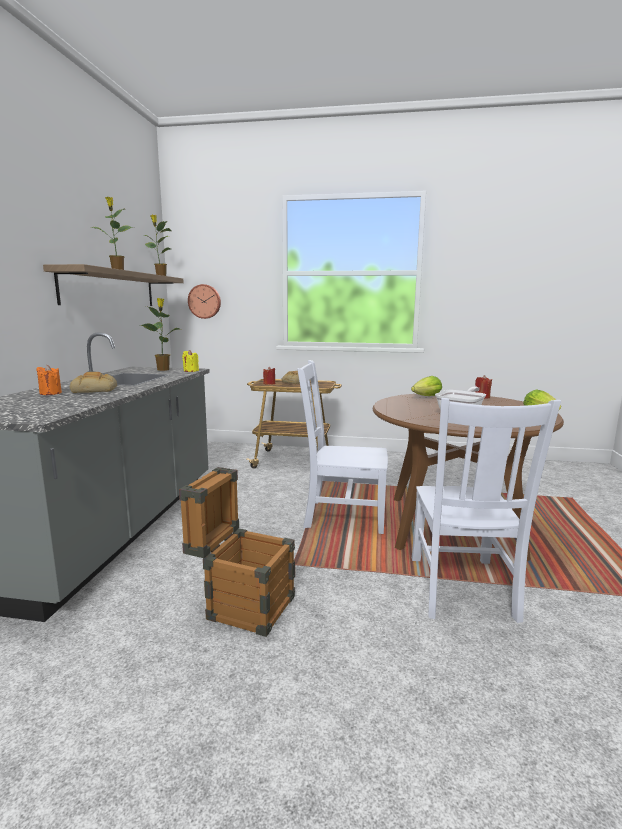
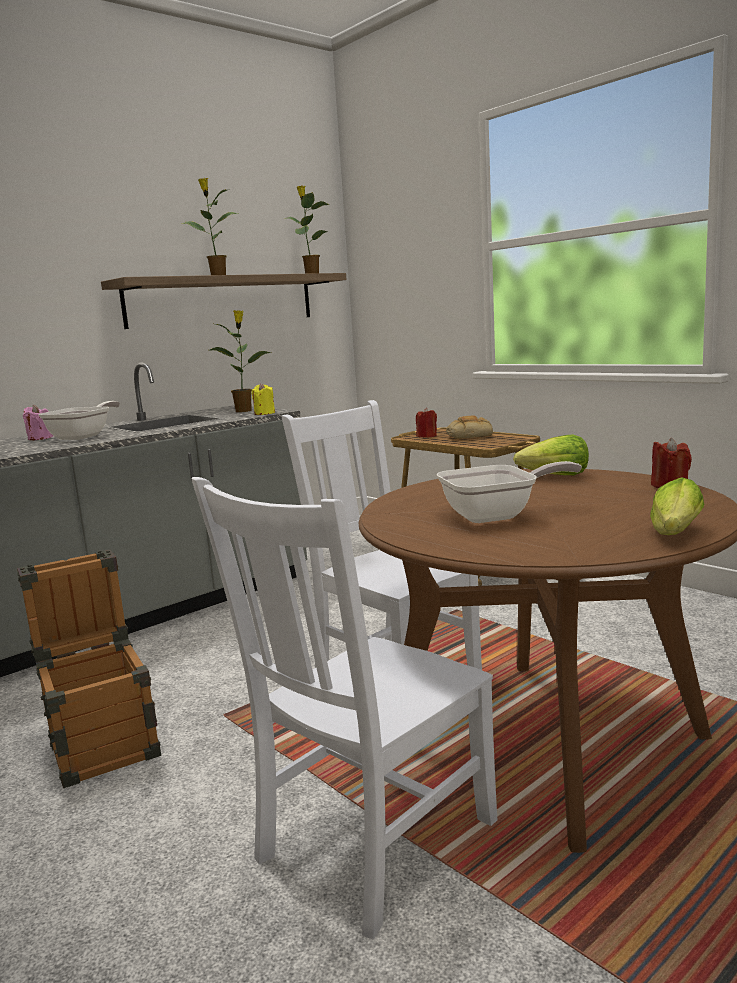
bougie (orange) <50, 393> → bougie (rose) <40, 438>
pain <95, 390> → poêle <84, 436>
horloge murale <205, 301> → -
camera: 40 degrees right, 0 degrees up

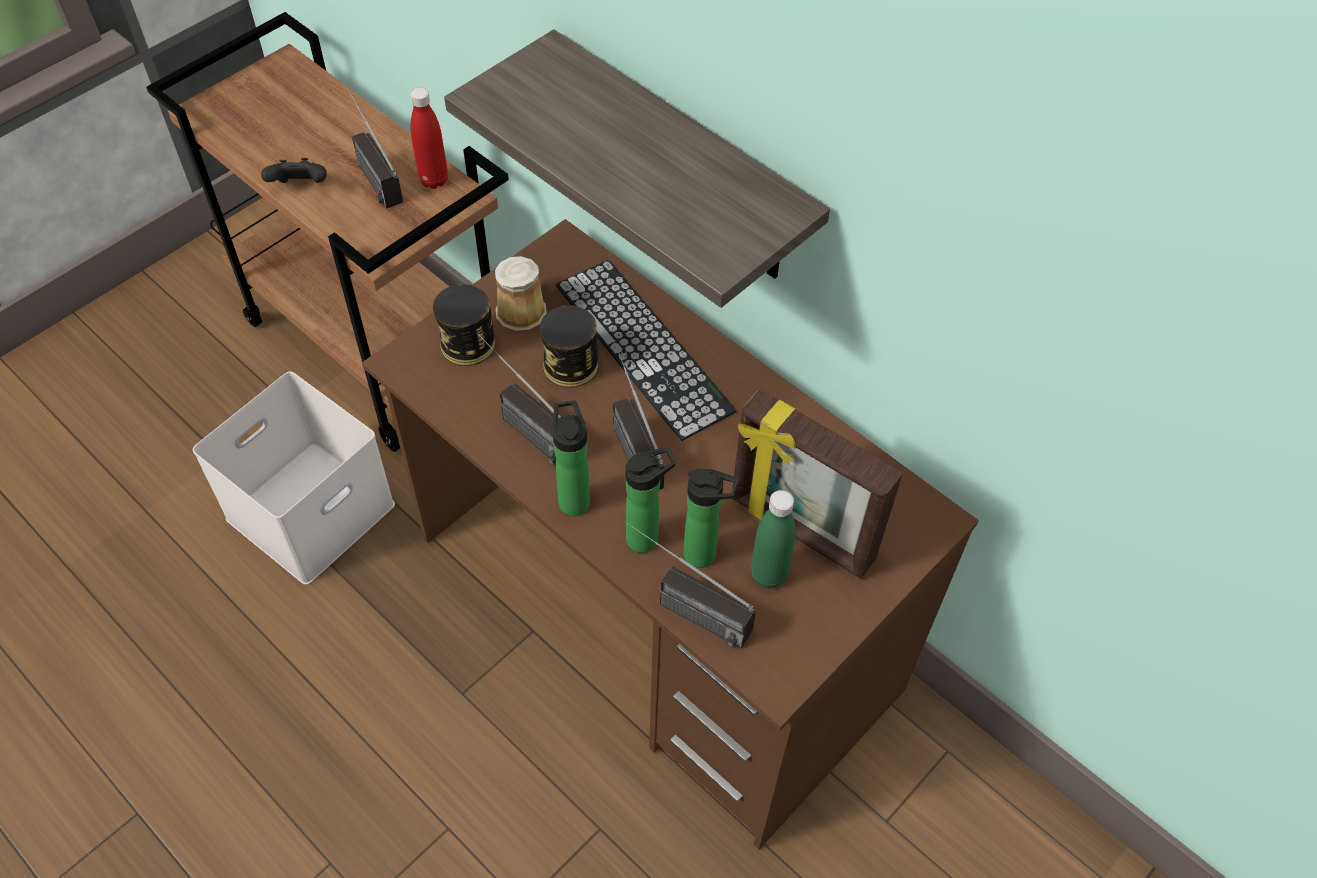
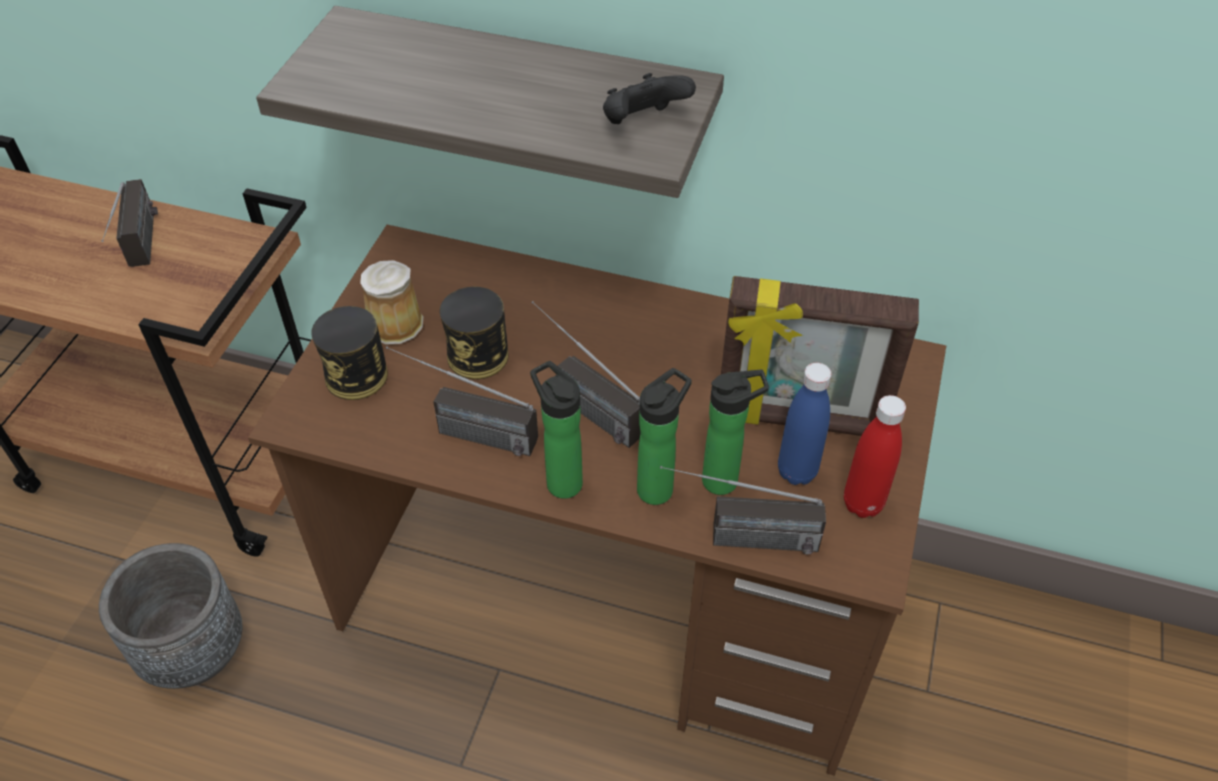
boîte de rangement (blanc) <311, 508> → cache-pot (gris) <194, 651>
radio <370, 172> → radio <143, 253>, 135 degrees counterclockwise
manette (noir) <301, 187> → manette (noir) <643, 123>, shifted
bouteille (vert) <768, 574> → bouteille (bleu) <797, 471>
bouteille (rouge) <434, 180> → bouteille (rouge) <862, 503>, shifted
clavier <643, 347> → -
camera: 25 degrees left, 5 degrees down

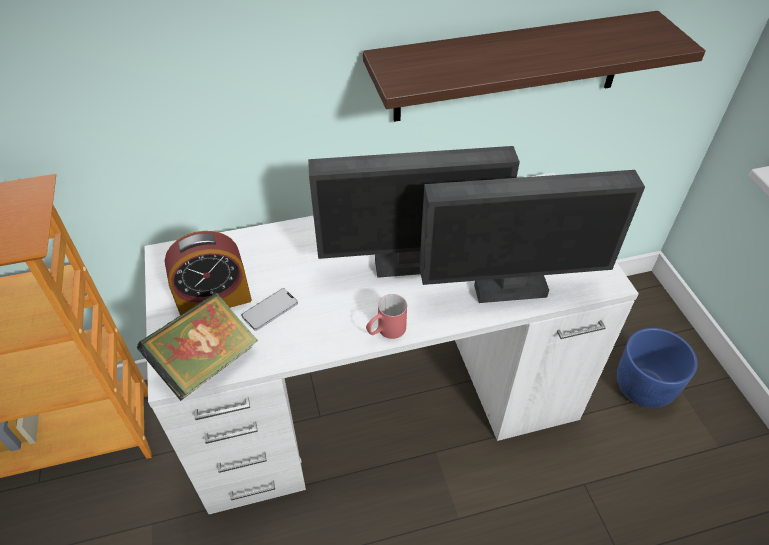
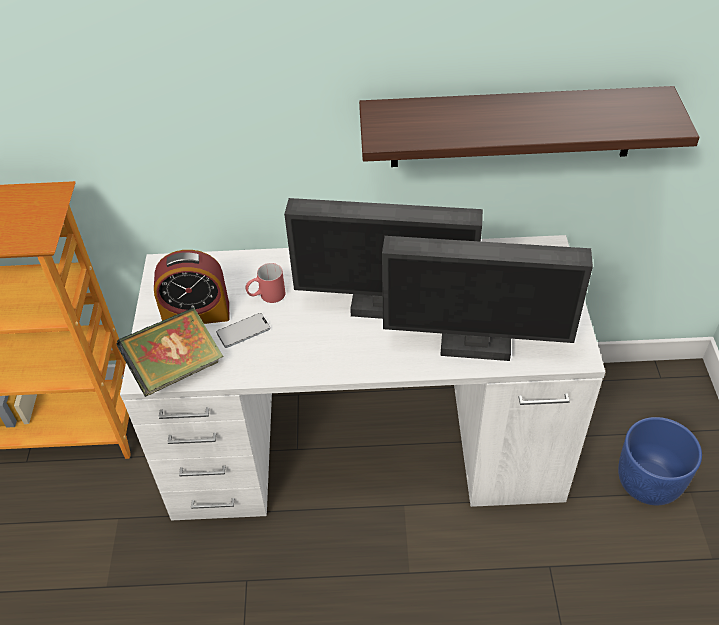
mug (rouge) <385, 331> → mug (rouge) <266, 296>, shifted
camera: 15 degrees right, 0 degrees up

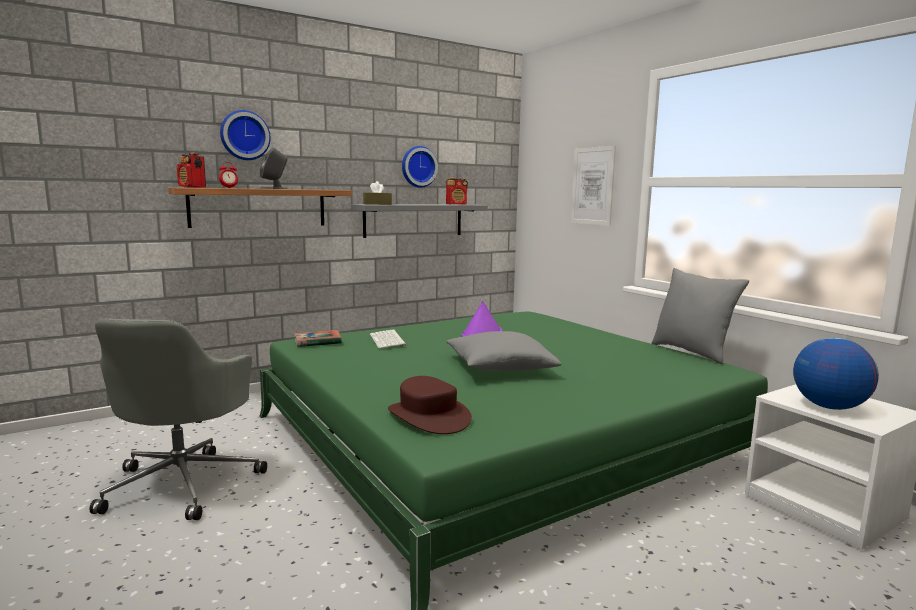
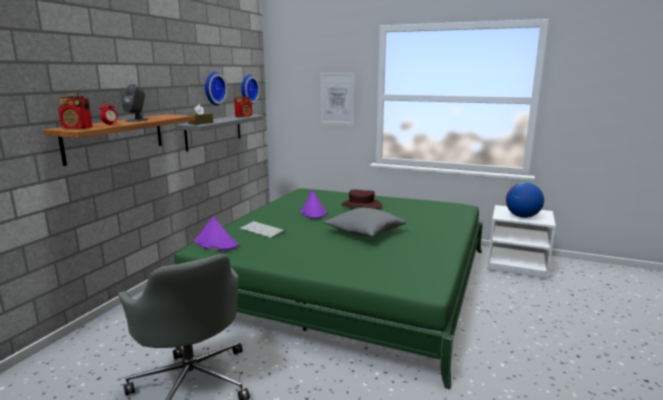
livre <317, 342> → chapeau (violet) <215, 243>
horloge murale <244, 135> → horloge murale <248, 89>, shifted
chapeau (marron) <428, 416> → chapeau (marron) <361, 205>, shifted
coussin (gris) <692, 352> → -
camera: 35 degrees left, 5 degrees up

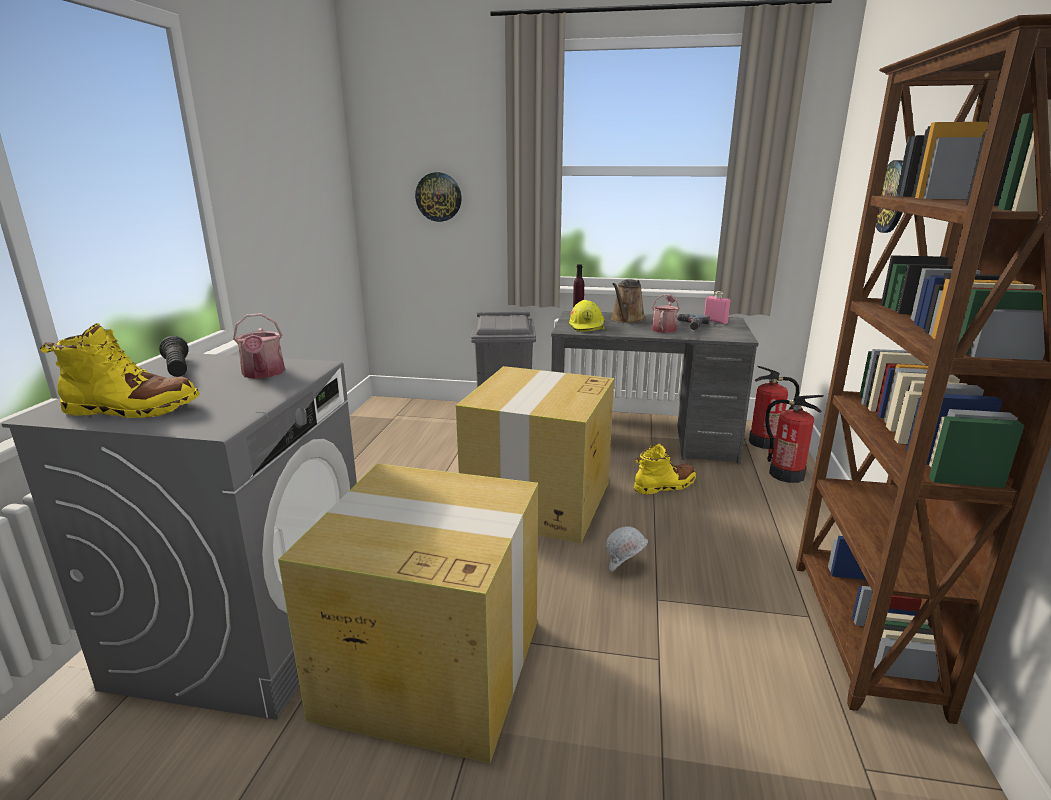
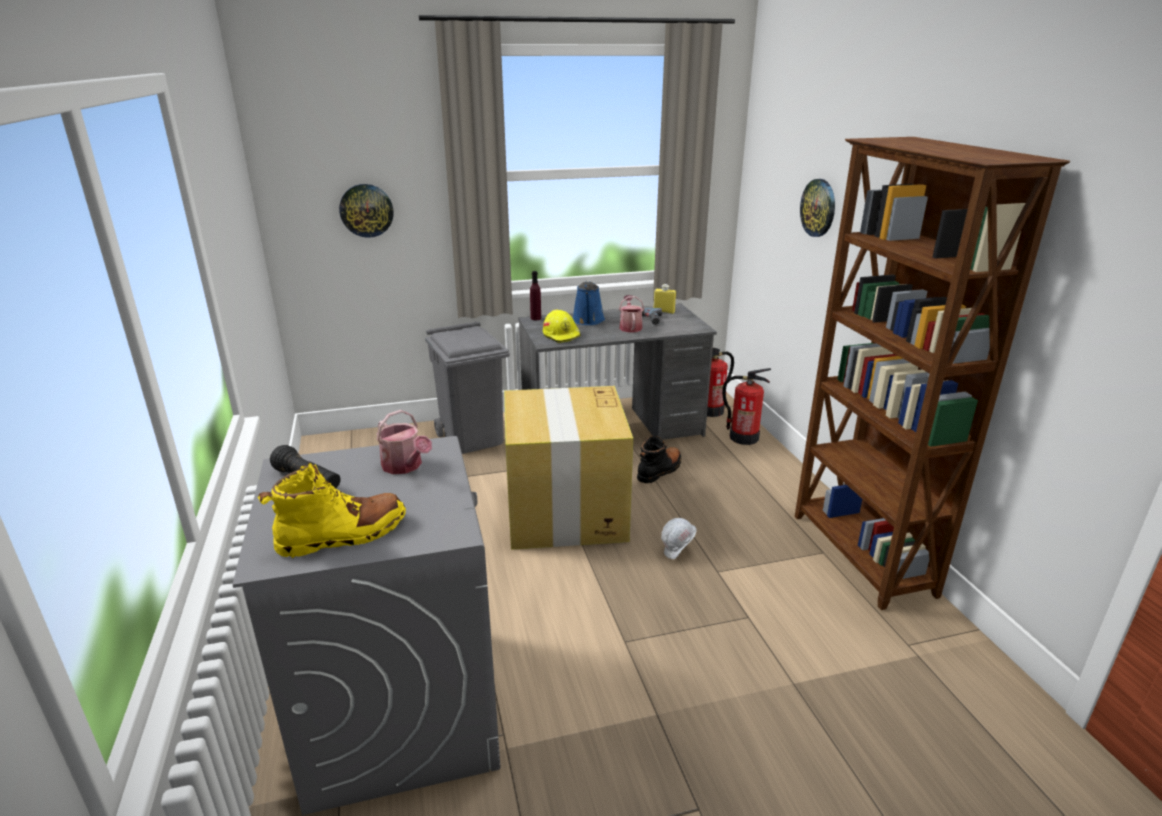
arrosoir (marron) <626, 320> → arrosoir (bleu) <588, 321>
botte (jaune) <665, 485> → botte (noir) <659, 470>
bouteille (rose) <715, 321> → bouteille (jaune) <664, 311>
carton <429, 667> → -
camera: 25 degrees left, 5 degrees up

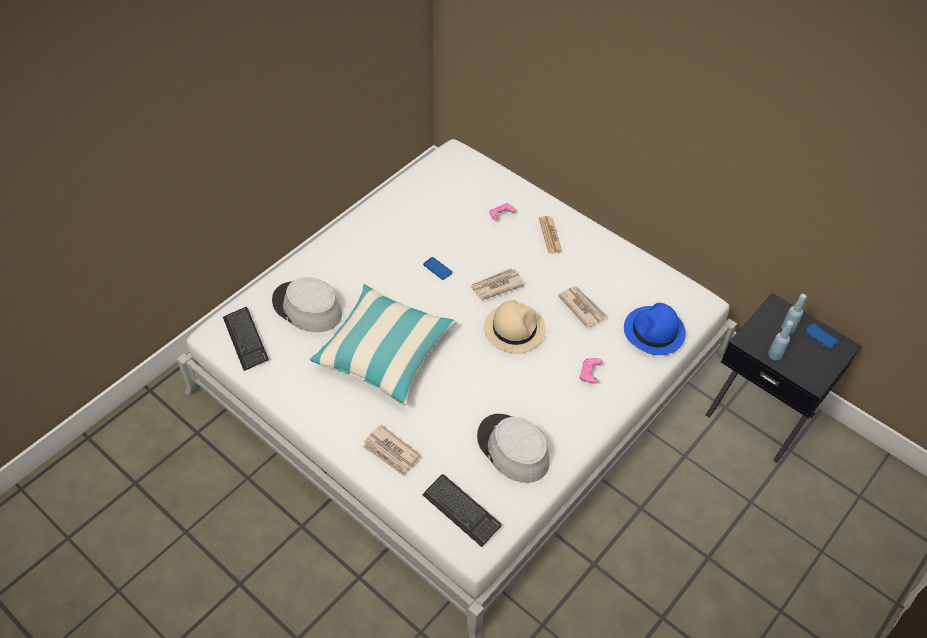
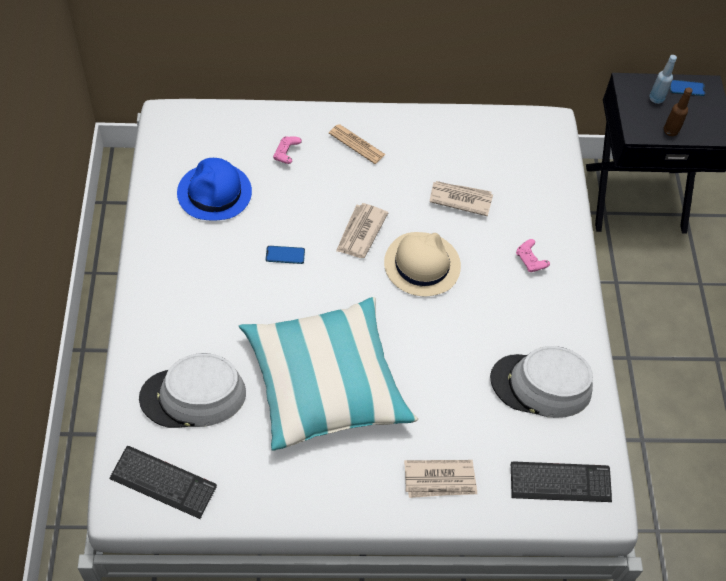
chapeau (bleu) <654, 331> → chapeau (bleu) <215, 193>, shifted
bouteille (bleu) <774, 355> → bouteille (marron) <670, 131>
camera: 45 degrees left, 5 degrees up

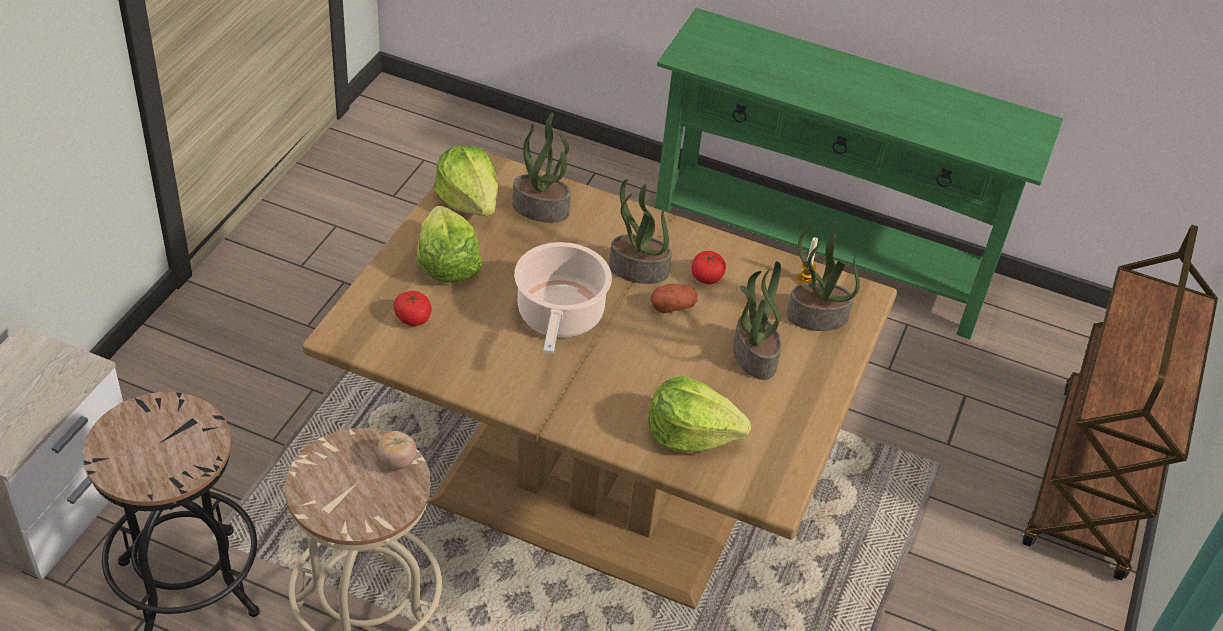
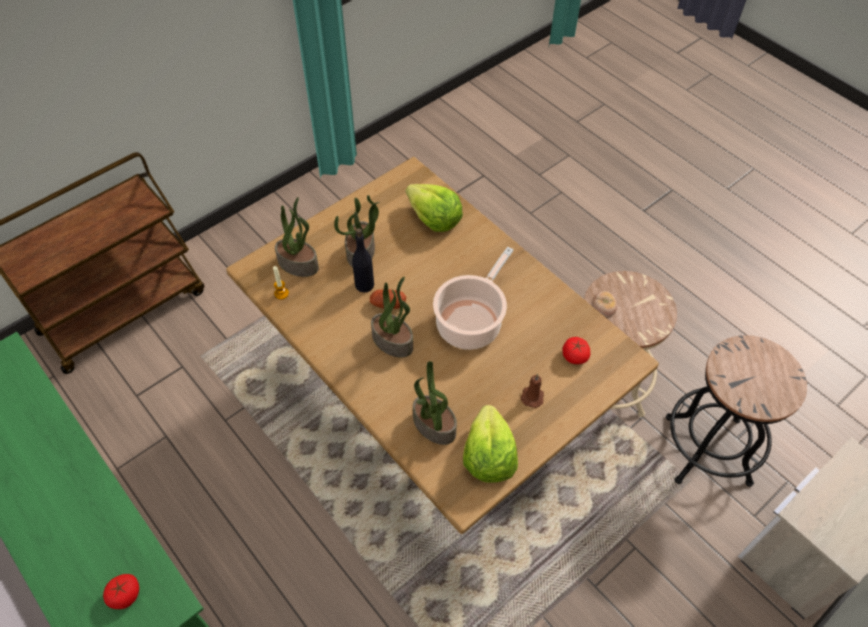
tomate <706, 277> → tomate <125, 595>, shifted
- → bouteille (noir) <364, 284>
laitue <447, 264> → bougie (marron) <532, 396>
camera: 150 degrees left, 10 degrees up

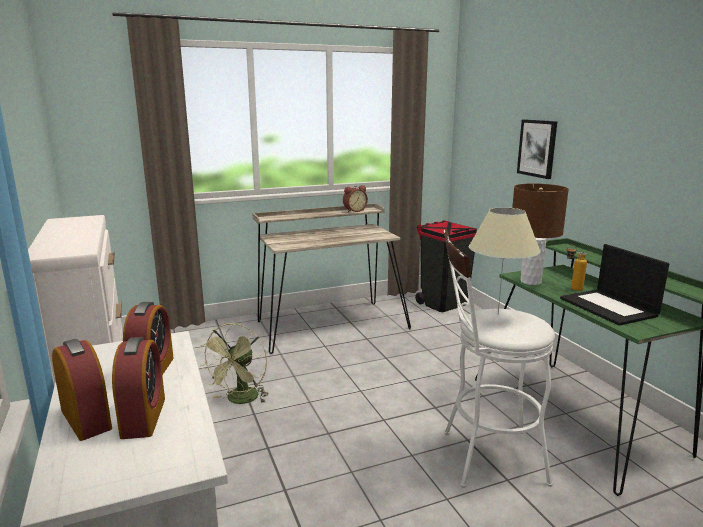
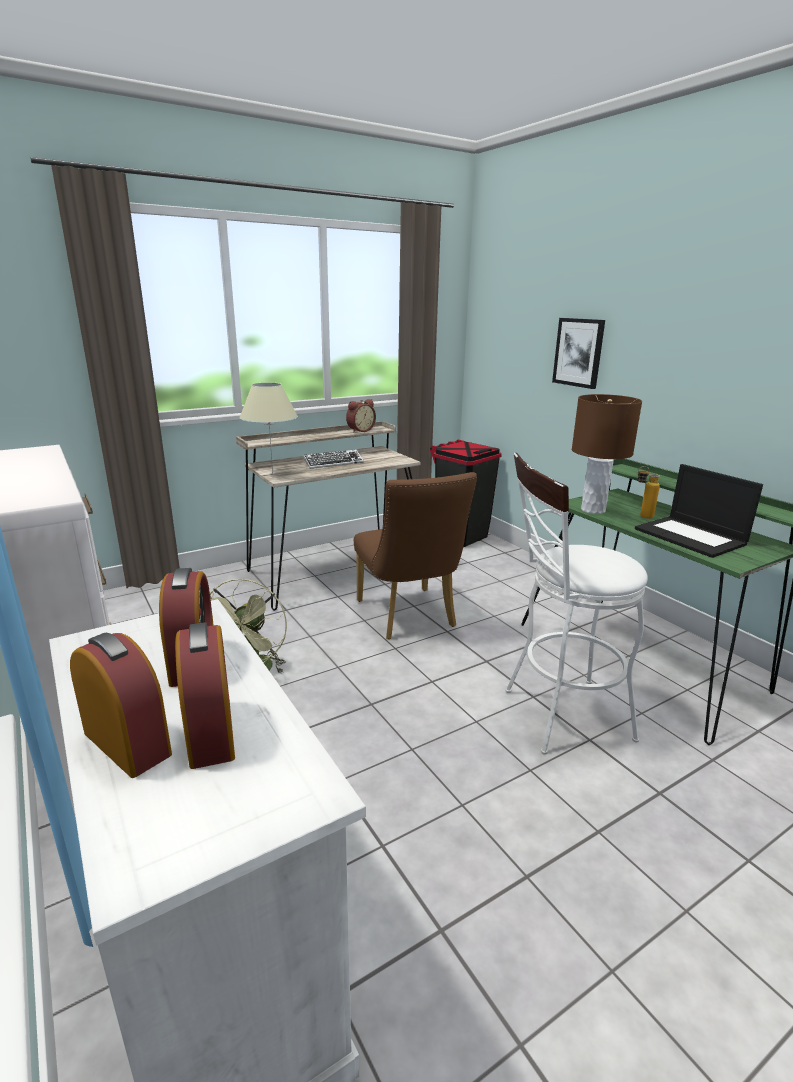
lampe de table (beige) <498, 314> → lampe de table (beige) <272, 473>, shifted
- → clavier <333, 463>
- → chaise (marron) <409, 617>
camera: 10 degrees left, 5 degrees up

